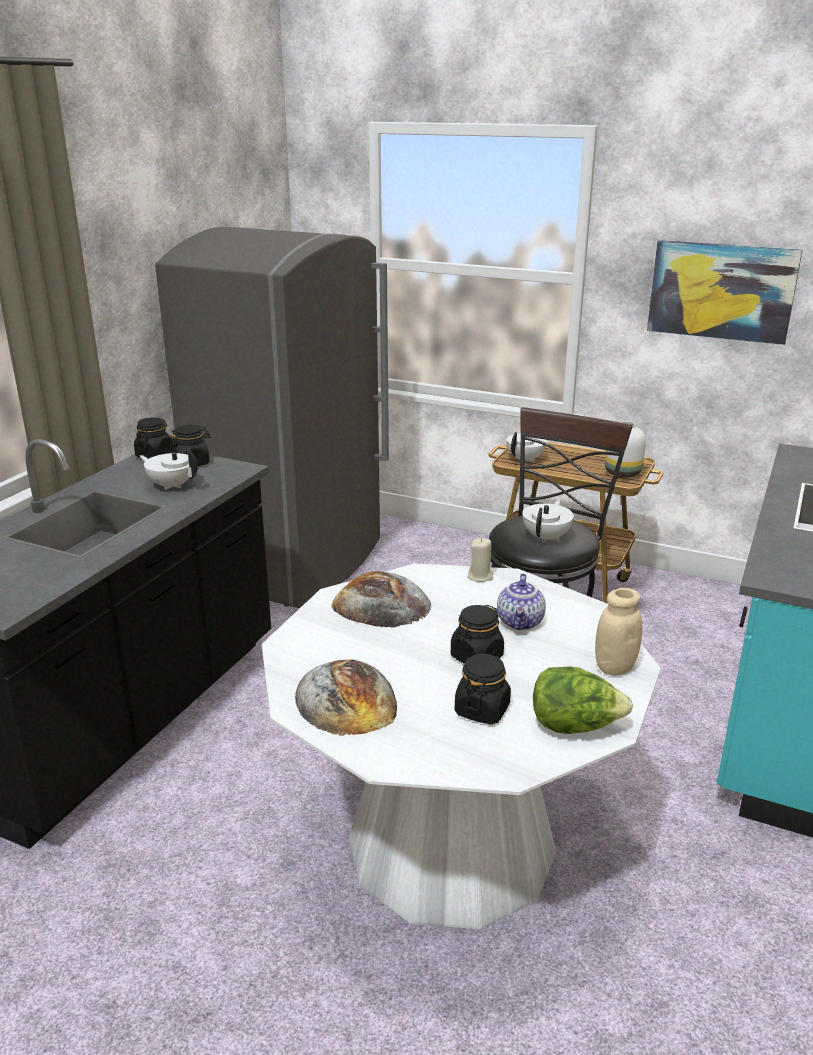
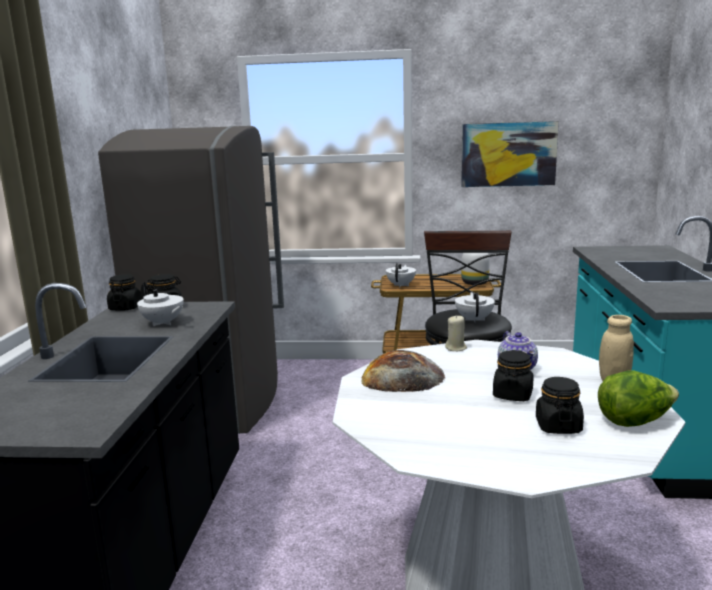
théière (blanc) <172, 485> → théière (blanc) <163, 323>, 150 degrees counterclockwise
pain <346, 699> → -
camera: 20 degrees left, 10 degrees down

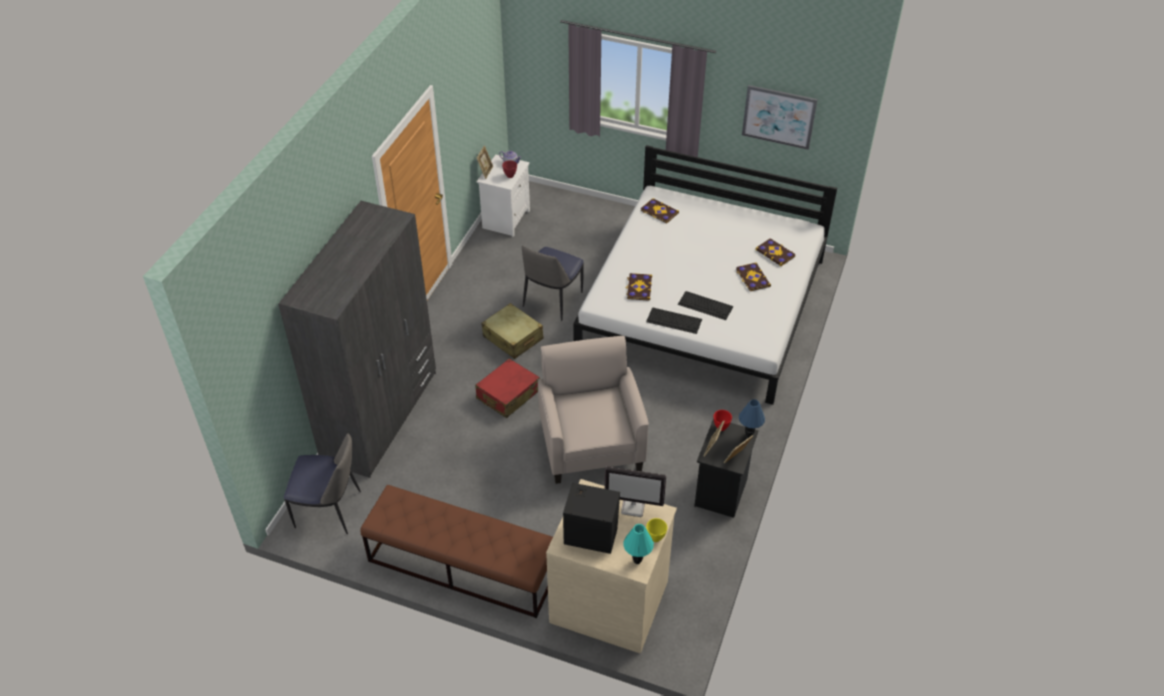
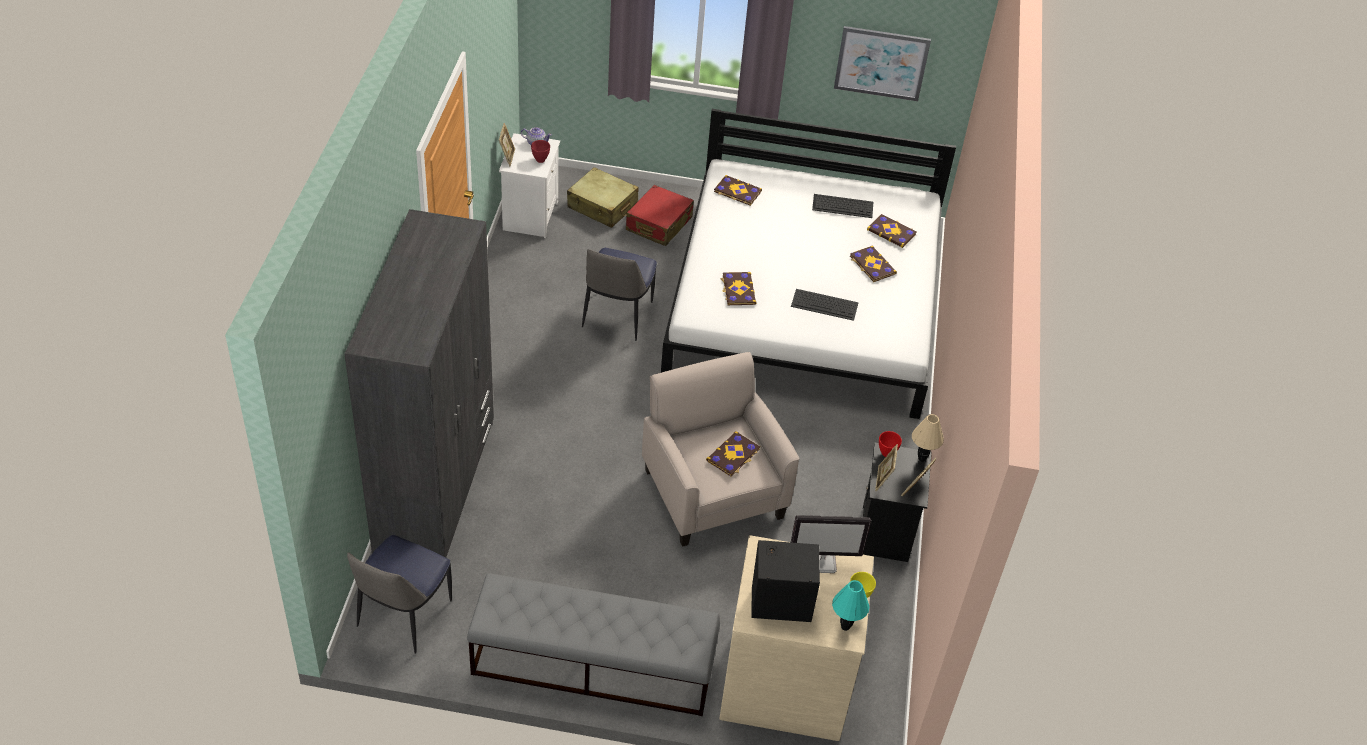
chaise <330, 510> → chaise <403, 616>, 120 degrees clockwise
banc (marron) <462, 566> → banc (gris) <592, 665>
valise (beige) <513, 338> → valise (beige) <602, 206>, shifted
valise (rouge) <508, 395> → valise (rouge) <658, 224>, shifted
- → livre <733, 455>
clavier <674, 320> → clavier <843, 206>, shifted
lampe de table (bleu) <749, 435> → lampe de table (beige) <922, 458>
camera: 15 degrees left, 0 degrees up

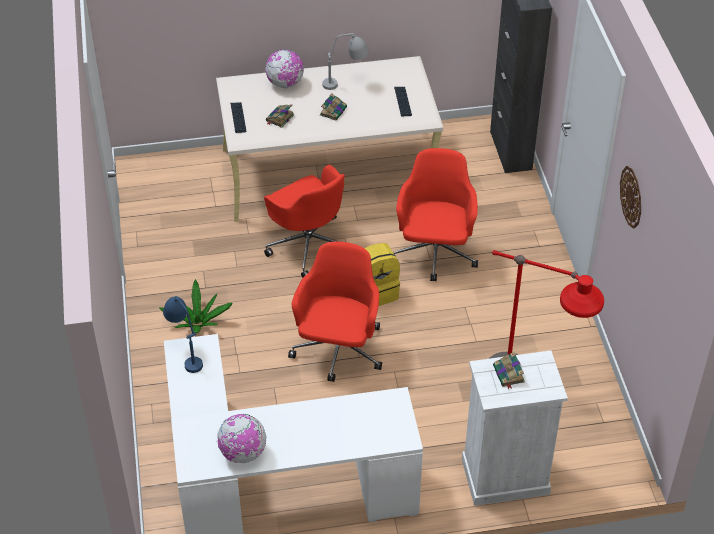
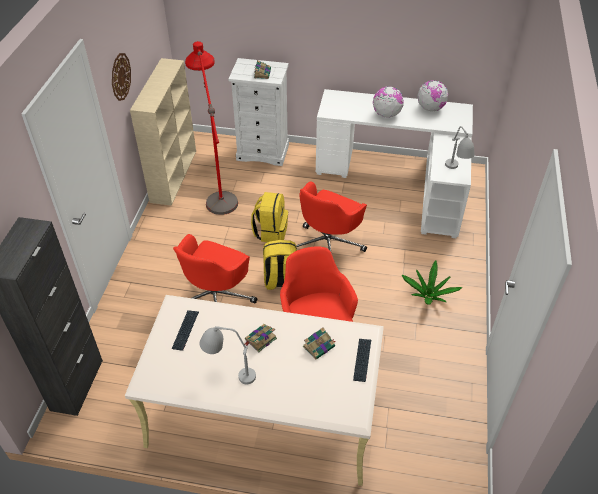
- → bibliothèque (beige) <173, 175>
- → sac à dos (jaune) <271, 232>
globe <285, 84> → globe <386, 114>, shifted
lampe de table (bleu) <185, 352> → lampe de table (gris) <456, 174>
camera: 160 degrees left, 0 degrees up

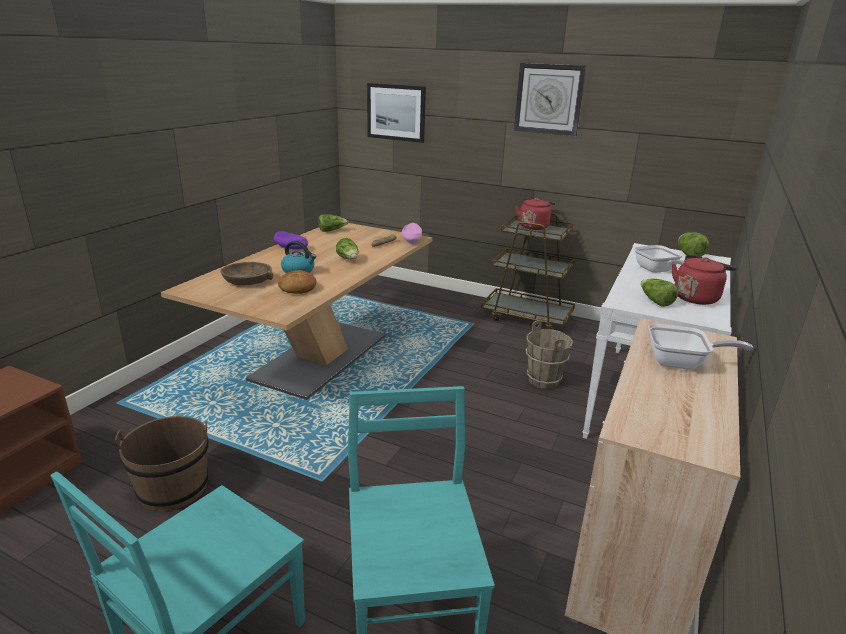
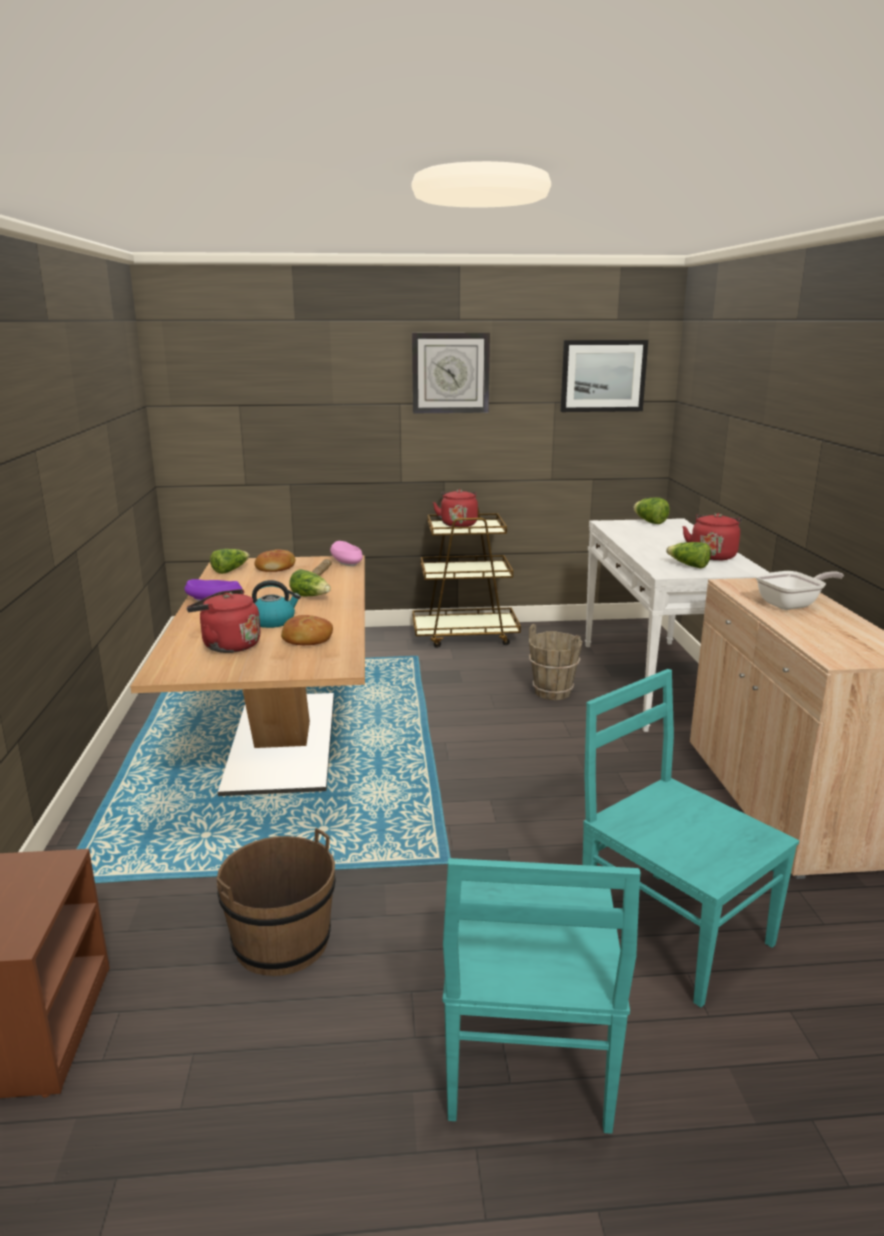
bol (marron) <248, 280> → bouilloire (rouge) <228, 645>
- → pain <276, 567>
tableau <396, 112> → tableau <603, 376>, shifted
poêle <657, 271> → -
camera: 30 degrees left, 5 degrees down

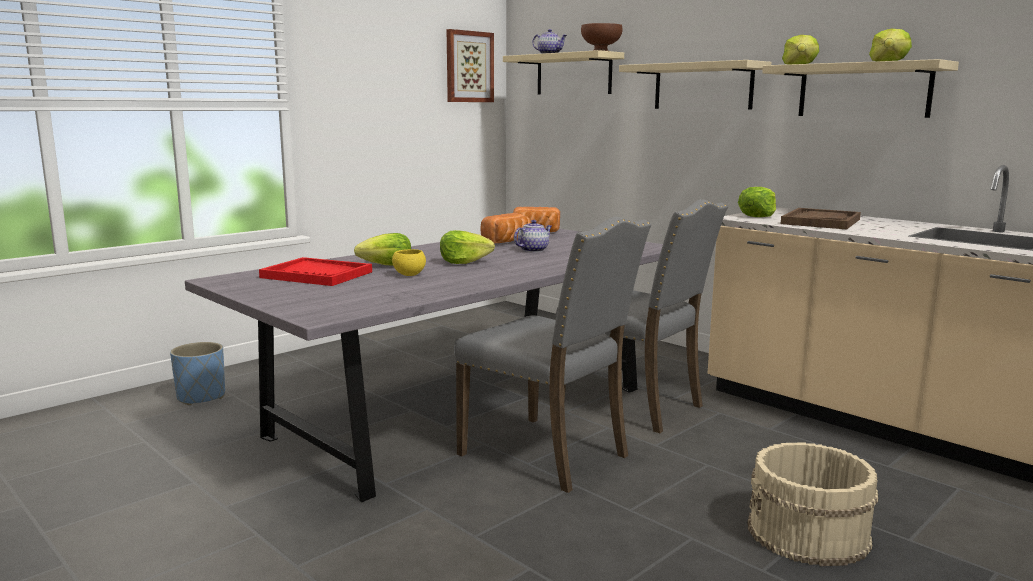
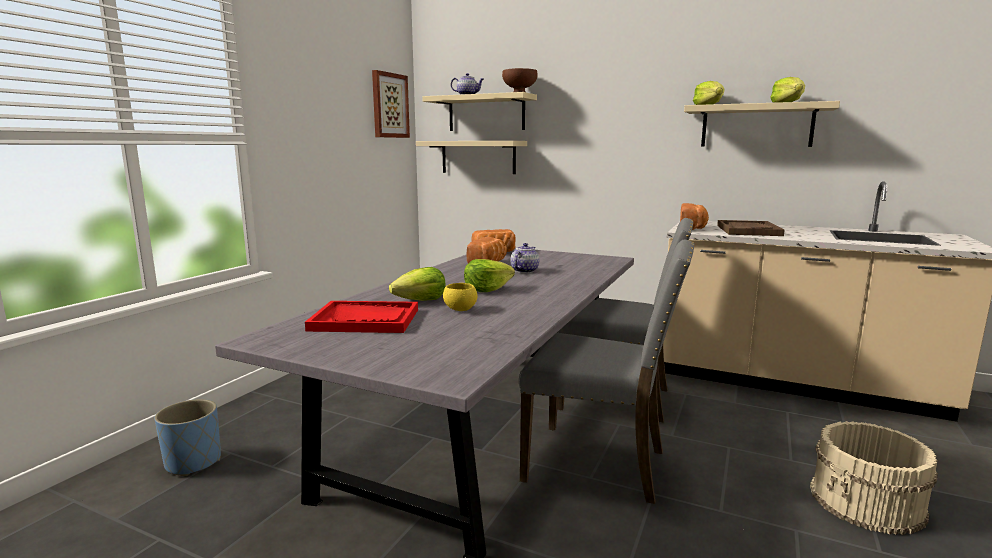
étagère (beige) <702, 86> → étagère (beige) <478, 157>, shifted
laitue <757, 216> → pain <693, 228>
camera: 20 degrees left, 0 degrees up

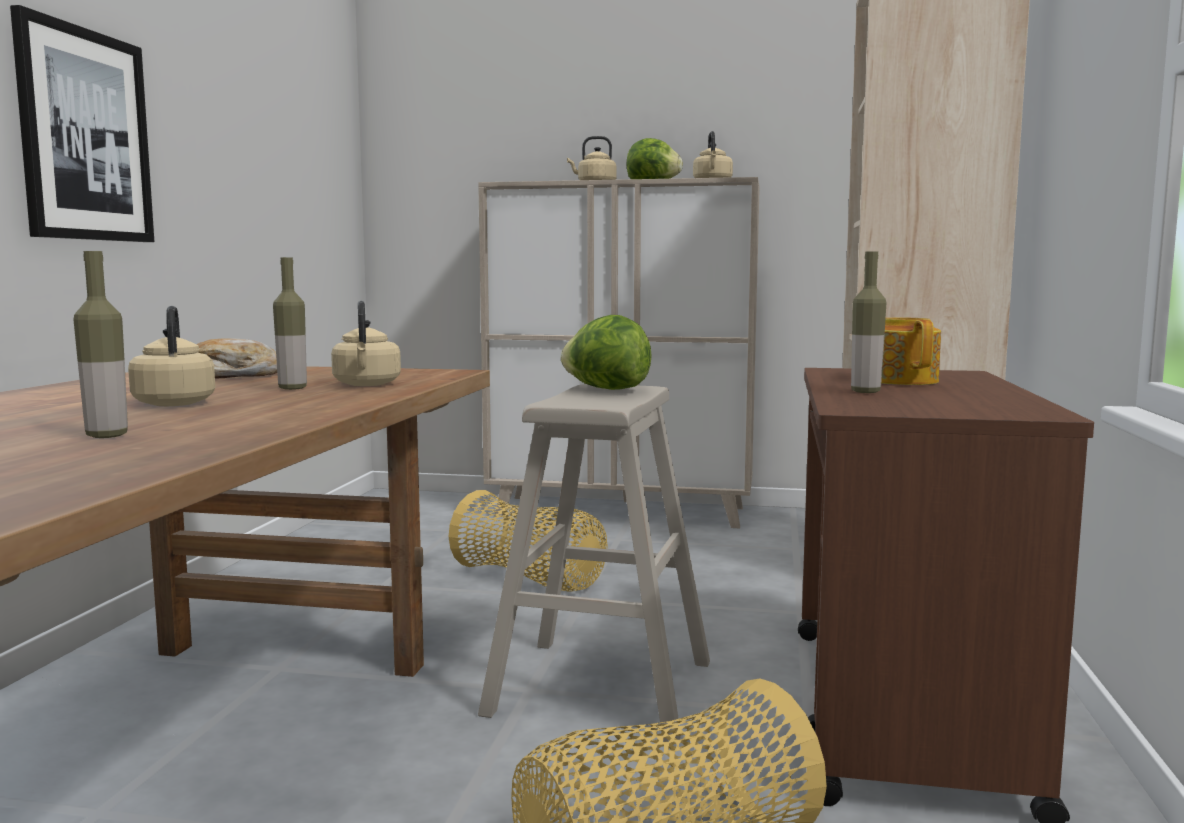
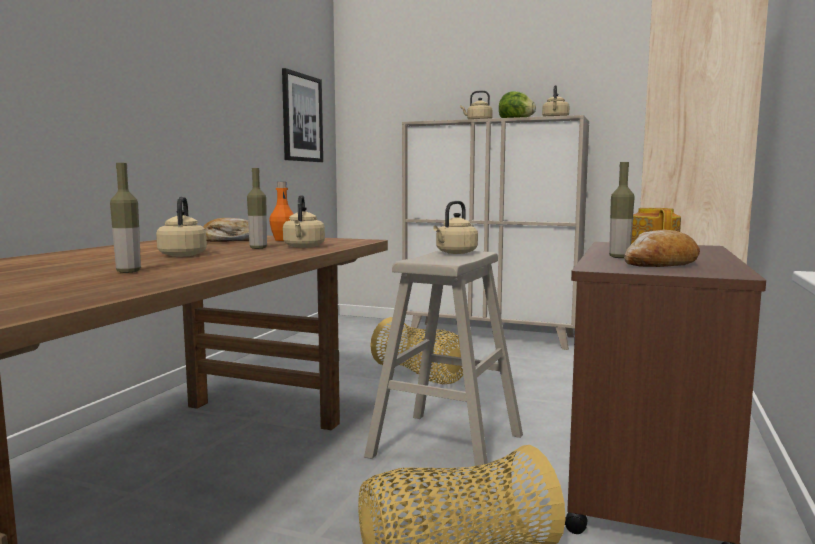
- → bouteille (orange) <283, 240>
tableau <85, 135> → tableau <302, 118>, shifted
laitue <606, 389> → bouilloire (beige) <455, 253>
- → pain <660, 264>
camera: 10 degrees right, 0 degrees up

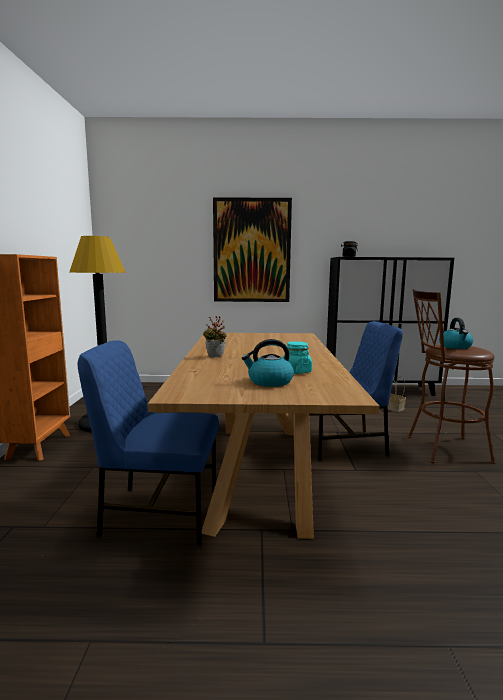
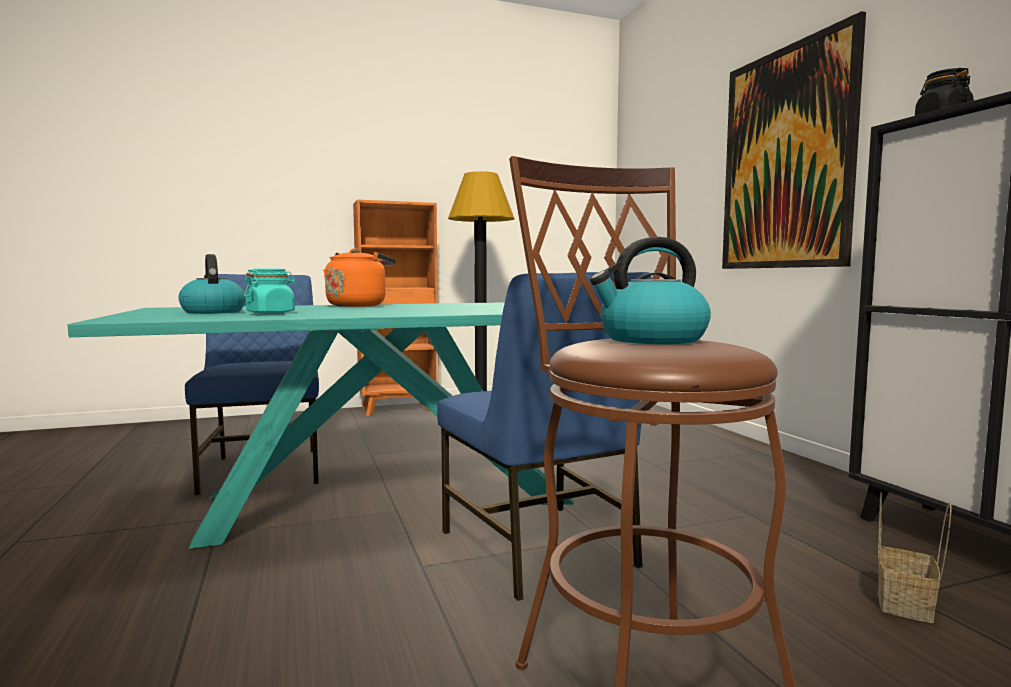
table à manger (marron) <260, 469> → table à manger (turquoise) <387, 497>
plante en pot <215, 357> → bouilloire (orange) <358, 305>
camera: 70 degrees right, 5 degrees down

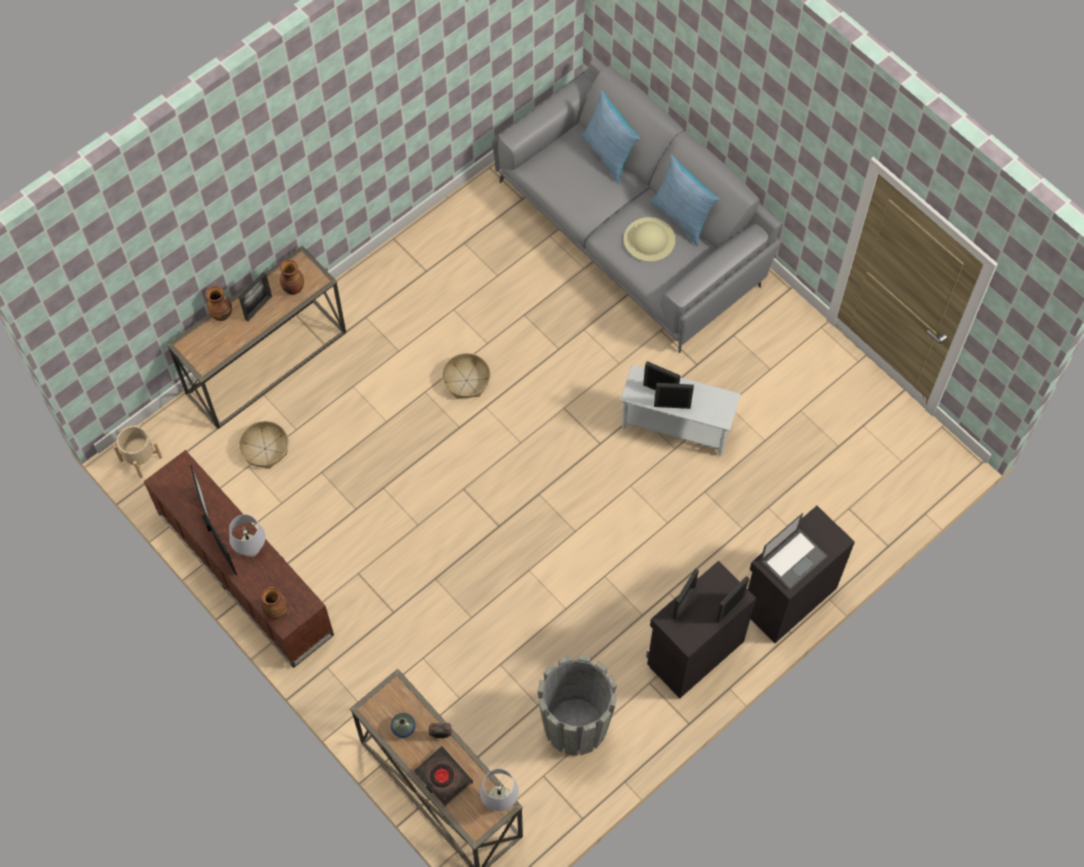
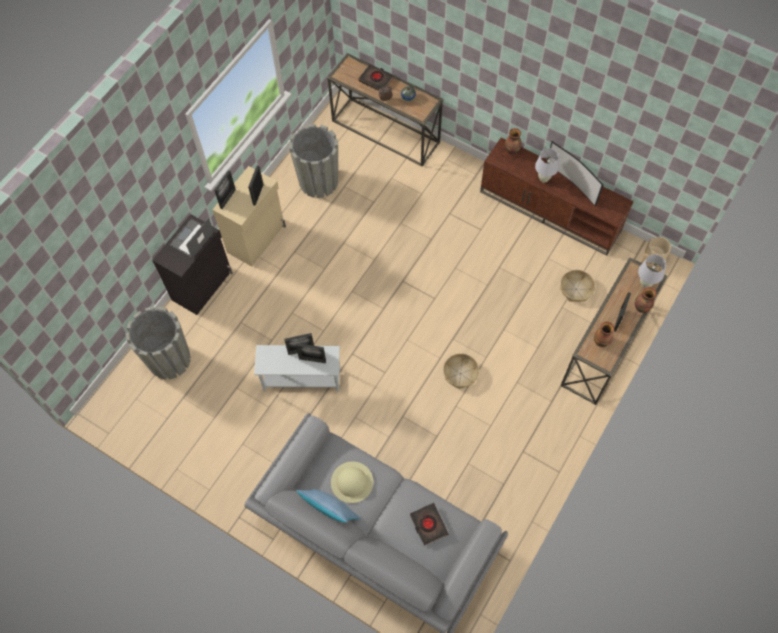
- → cache-pot (gris) <169, 359>
meuble de rangement (noir) <693, 652> → meuble de rangement (beige) <257, 238>
- → livre (noir) <428, 524>
lampe de table (blanc) <499, 801> → lampe de table (blanc) <645, 283>, shifted
coussin <609, 154> → -
camera: 165 degrees right, 0 degrees up

